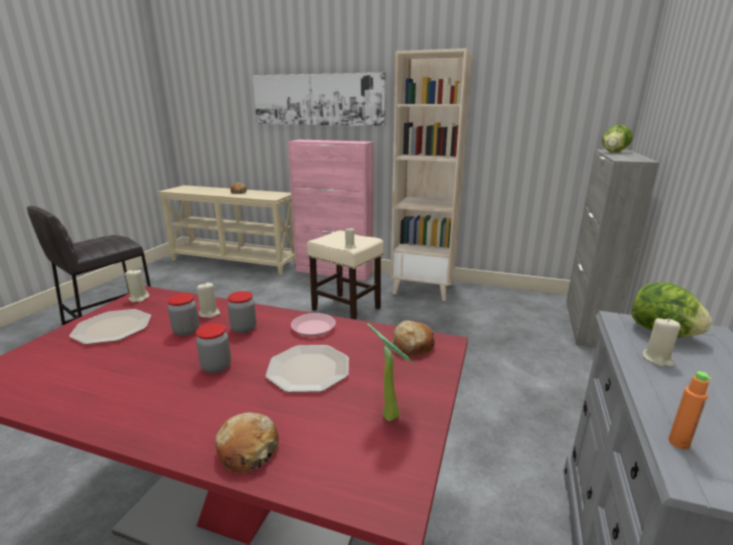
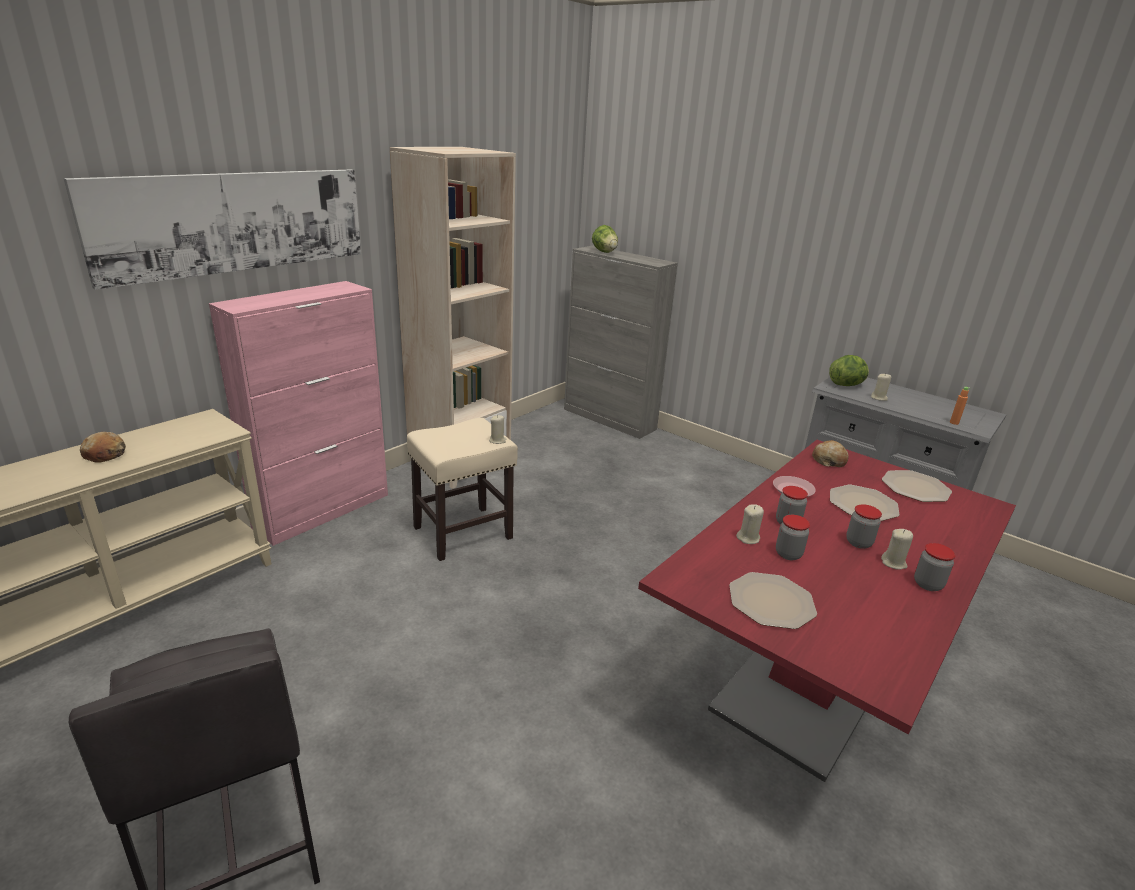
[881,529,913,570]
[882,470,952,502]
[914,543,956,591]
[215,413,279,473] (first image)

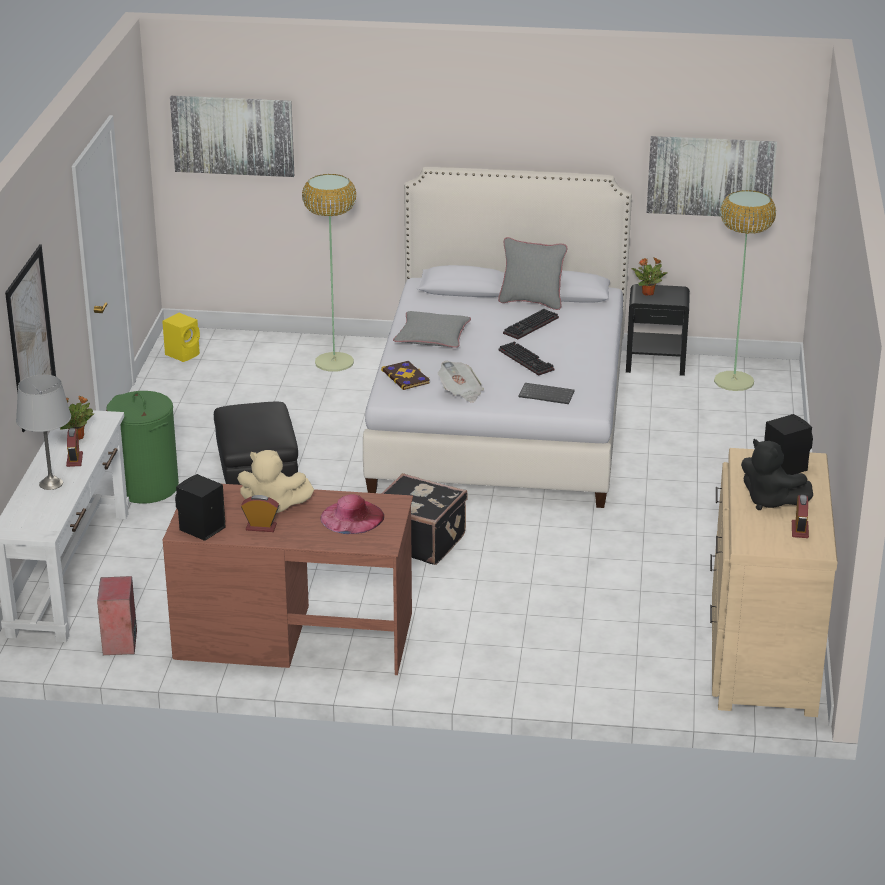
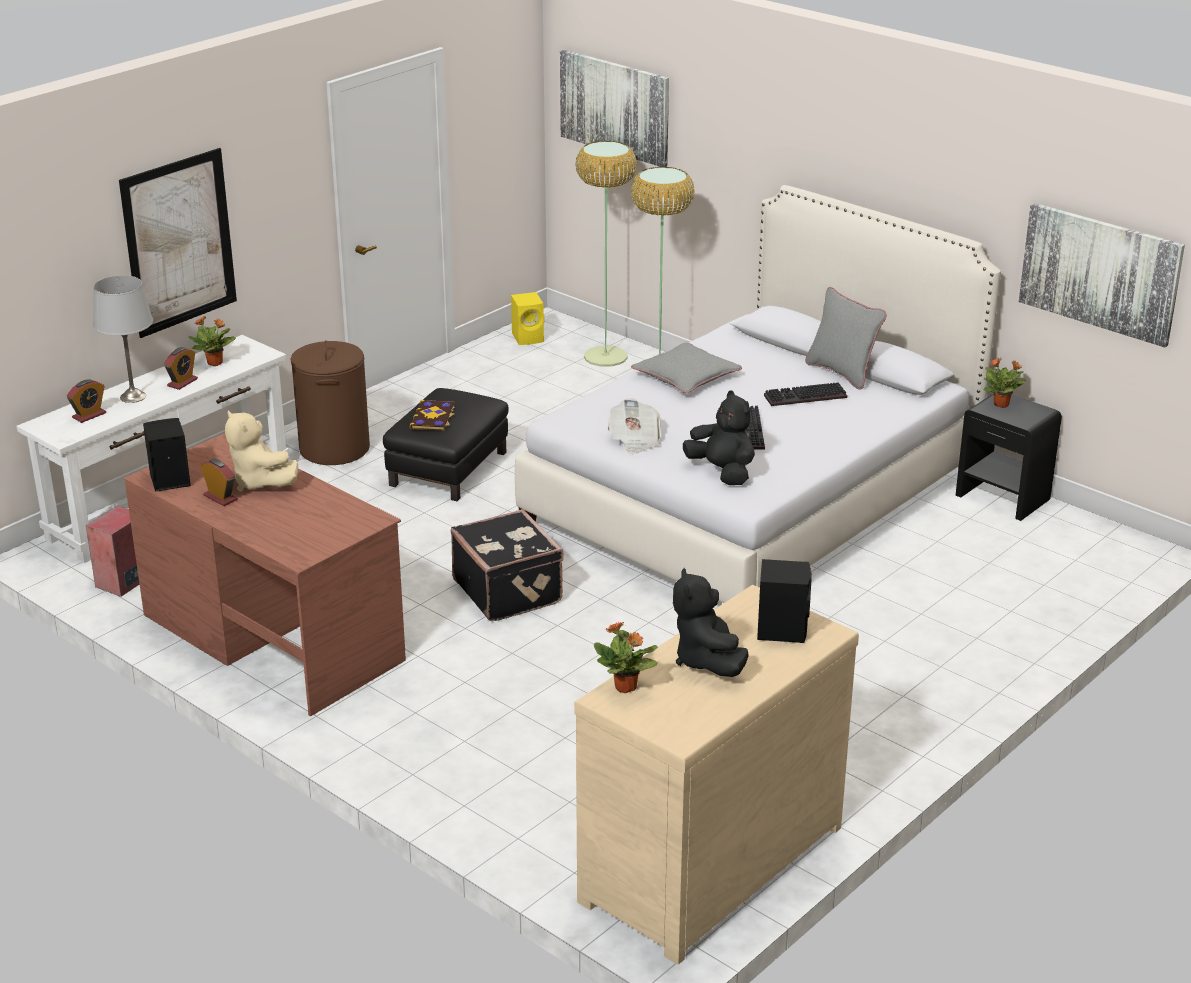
[67,379,106,423]
[290,340,370,465]
[410,400,455,431]
[575,141,637,367]
[594,622,658,693]
[683,390,755,485]
[320,494,384,534] (first image)

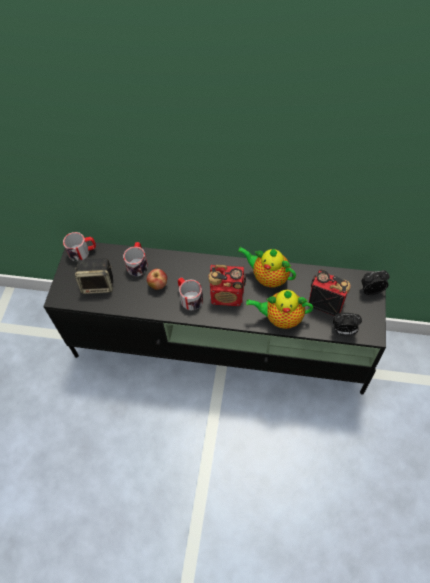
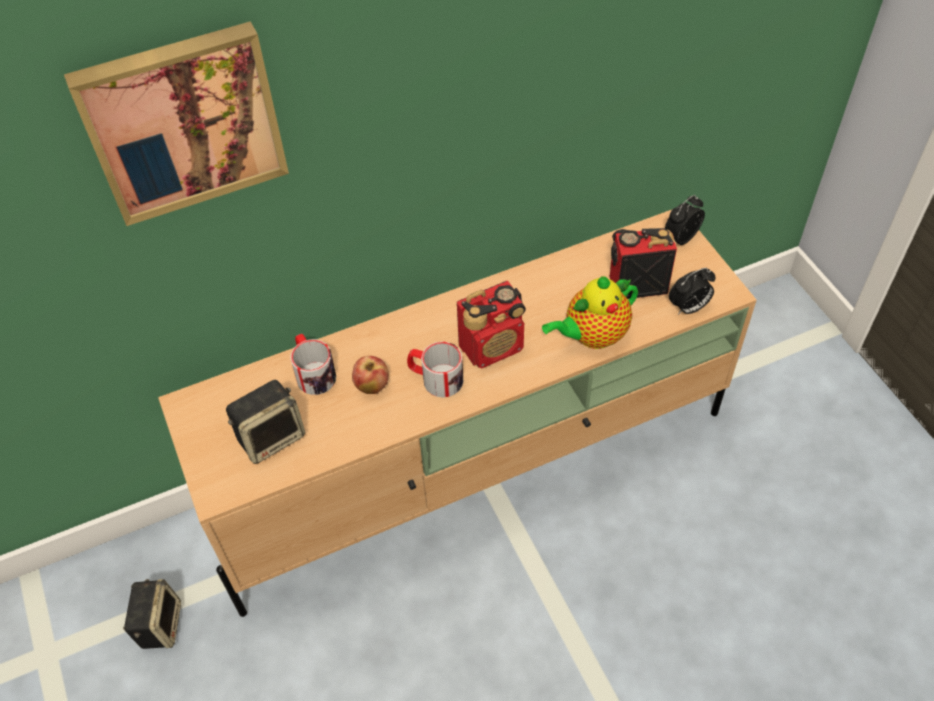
[64,21,289,226]
[123,579,181,649]
[158,210,757,617]
[63,232,96,261] (first image)
[238,247,296,287] (first image)

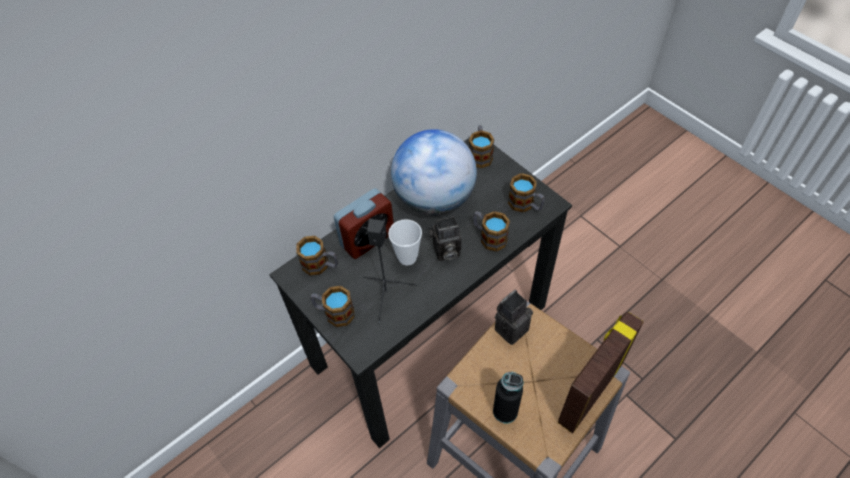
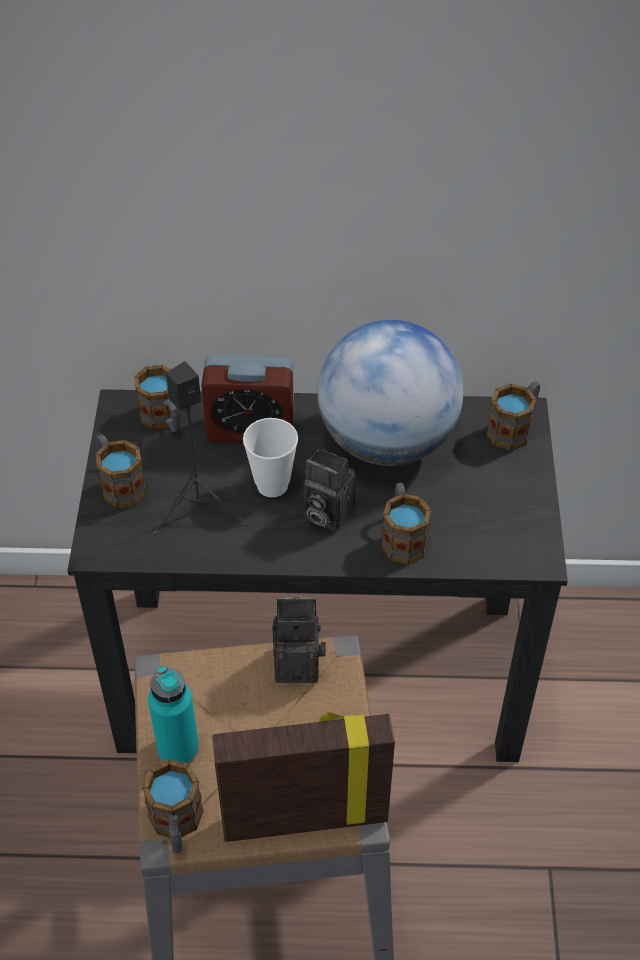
[142,759,204,853]
[148,666,199,764]

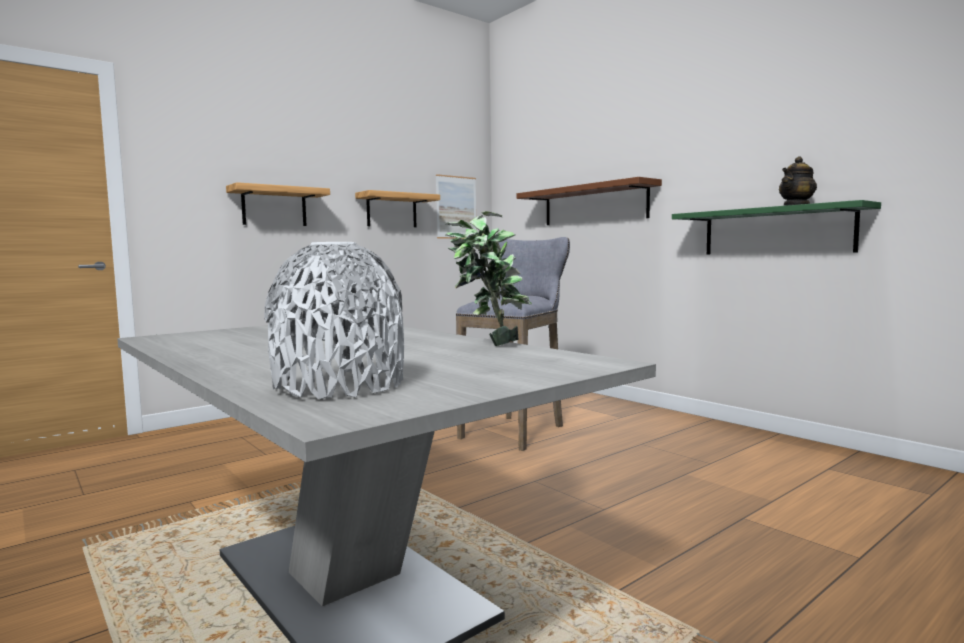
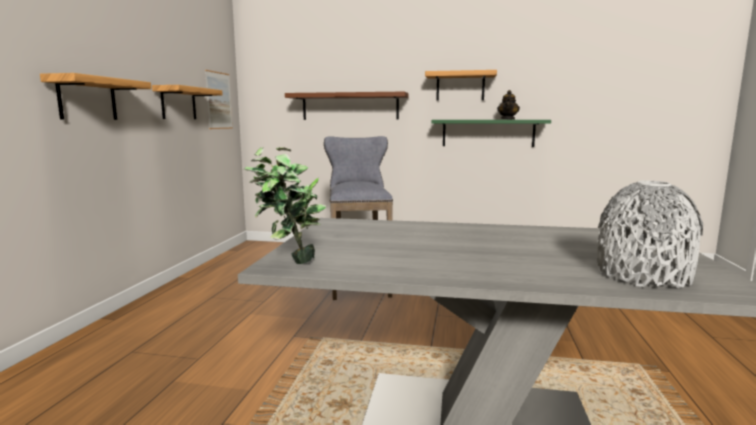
[244,147,326,264]
[425,70,497,101]

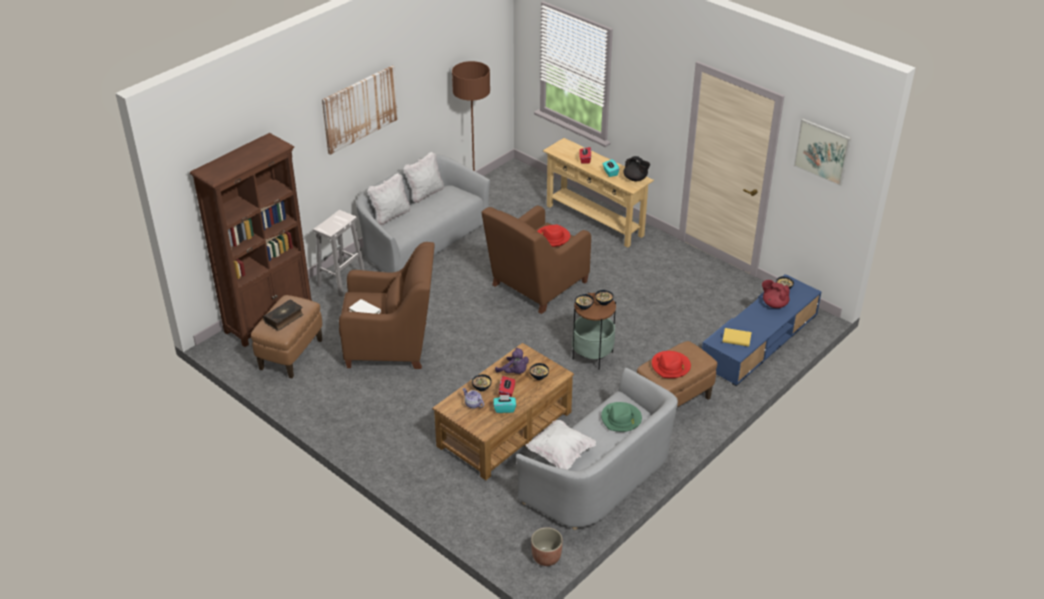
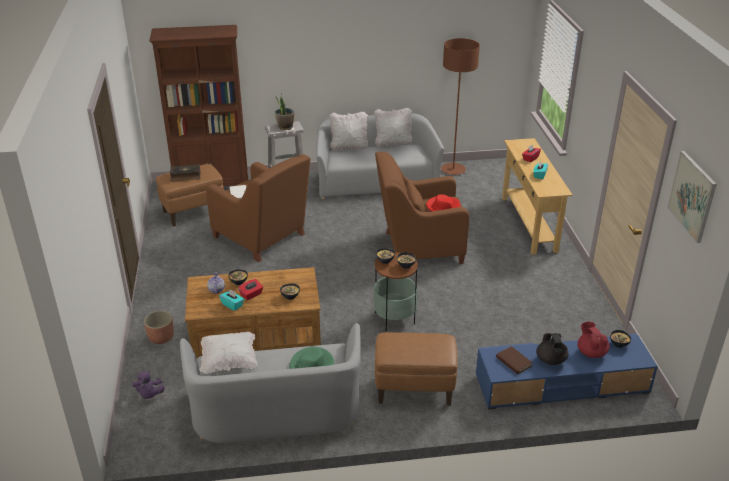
[132,371,165,399]
[144,311,174,344]
[275,93,294,130]
[496,346,533,374]
[536,333,569,365]
[322,66,398,155] (first image)
[652,351,691,378] (first image)

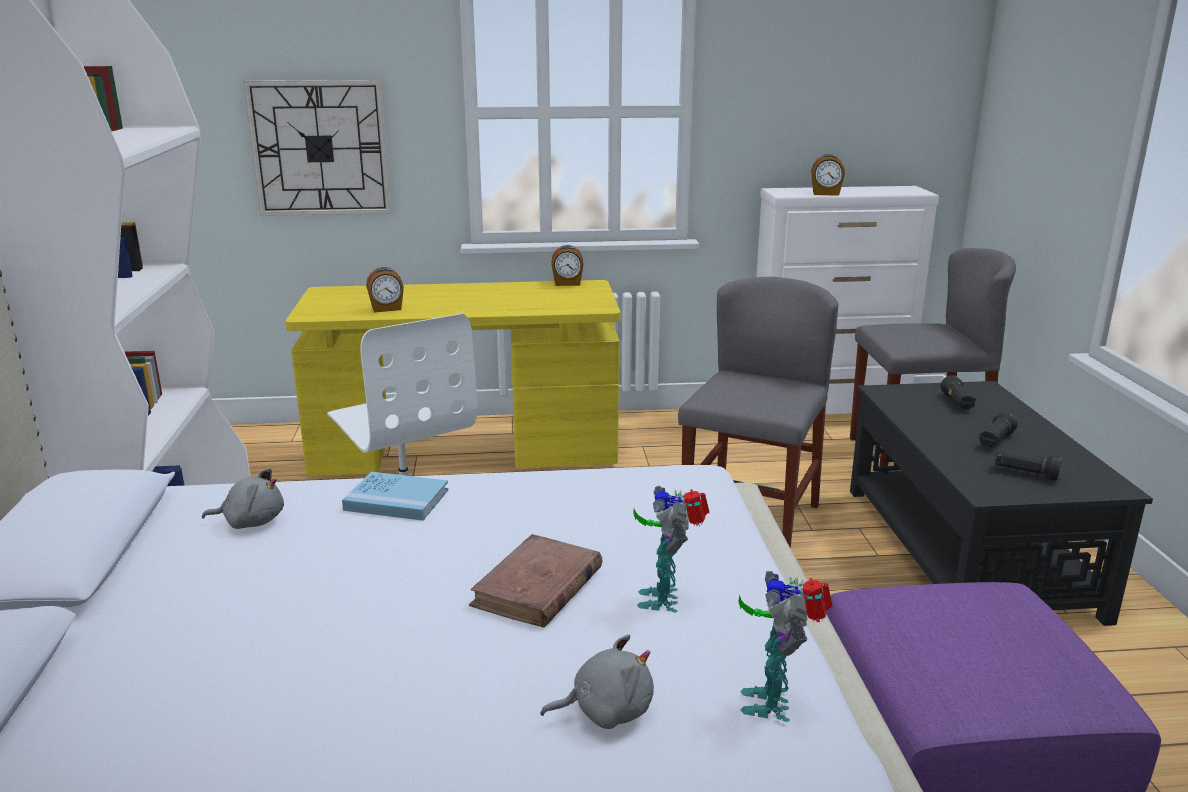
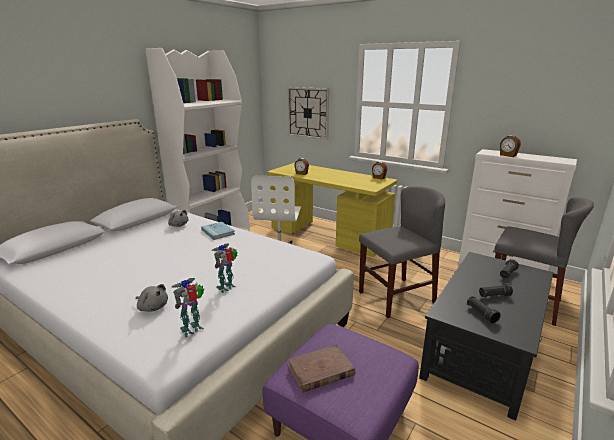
[287,344,355,393]

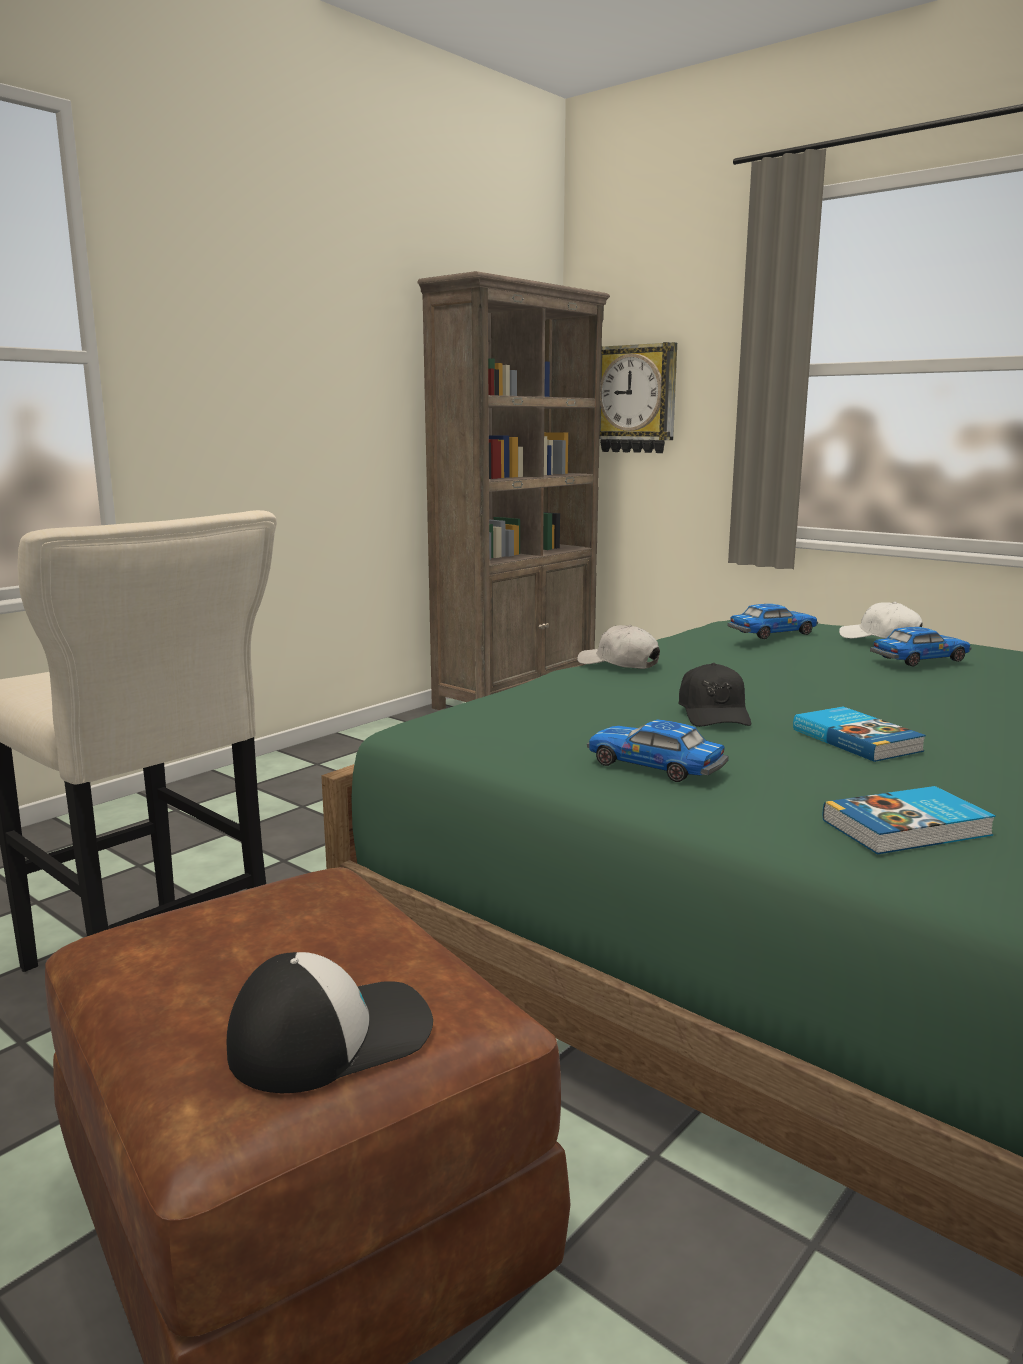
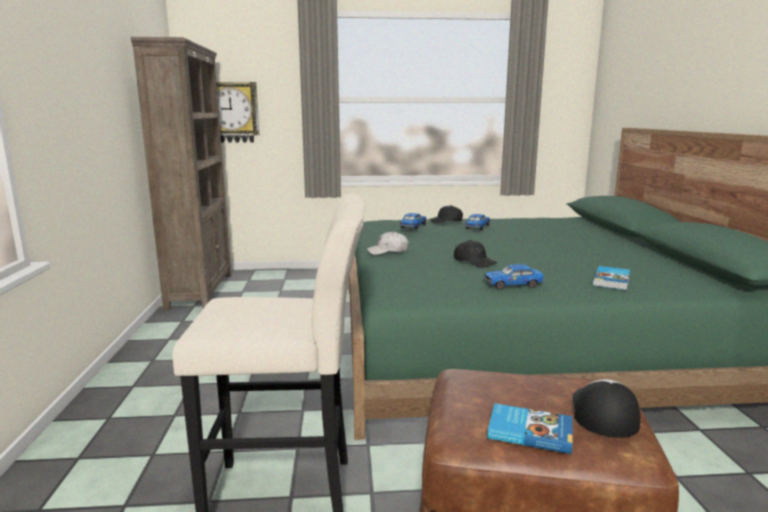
[429,205,463,224]
[488,403,573,454]

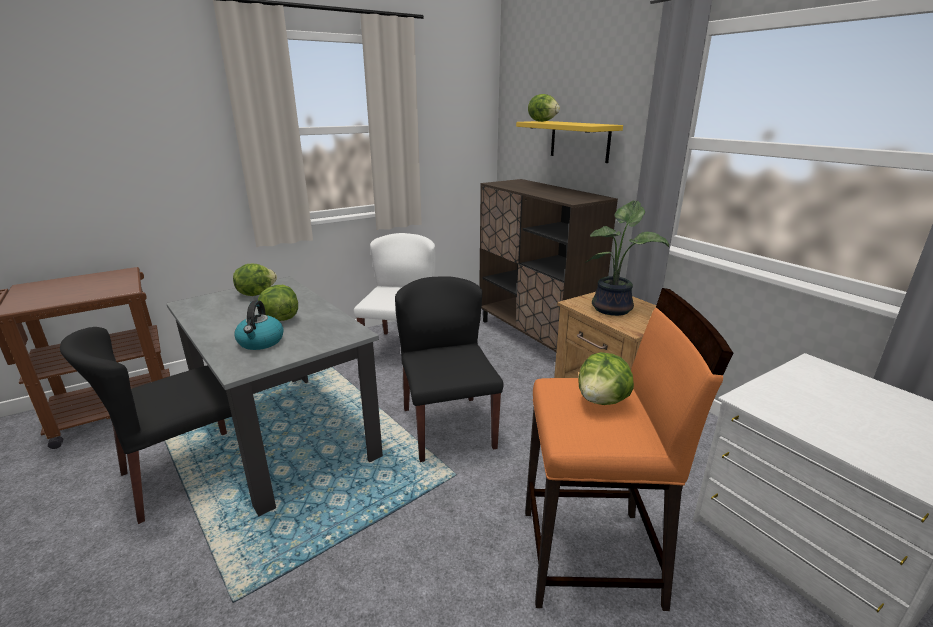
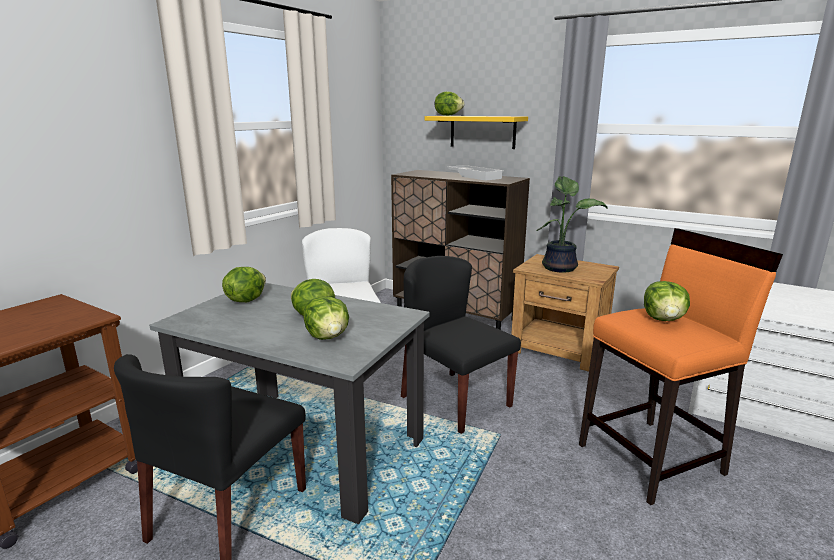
[303,297,349,340]
[448,165,504,181]

